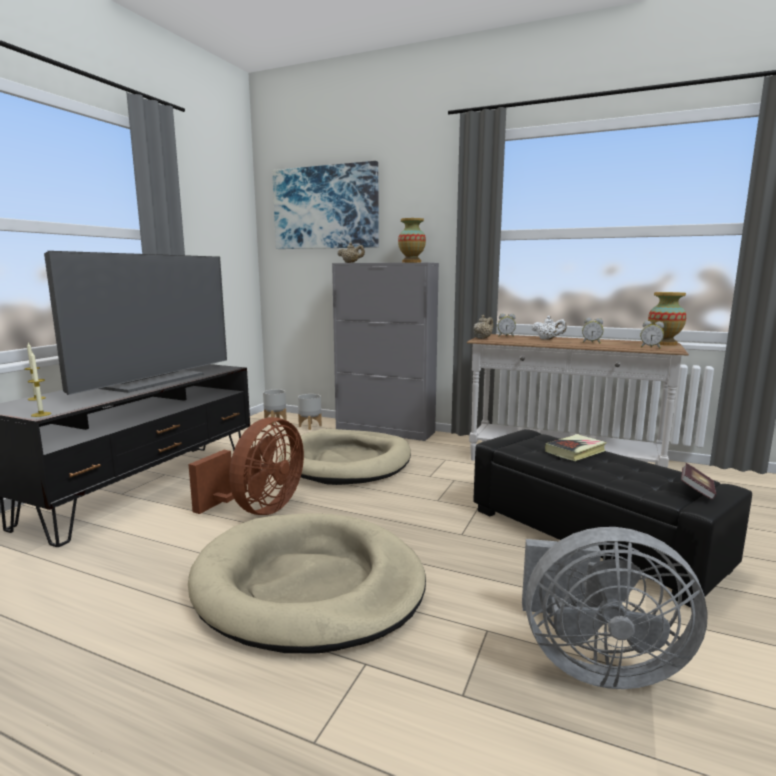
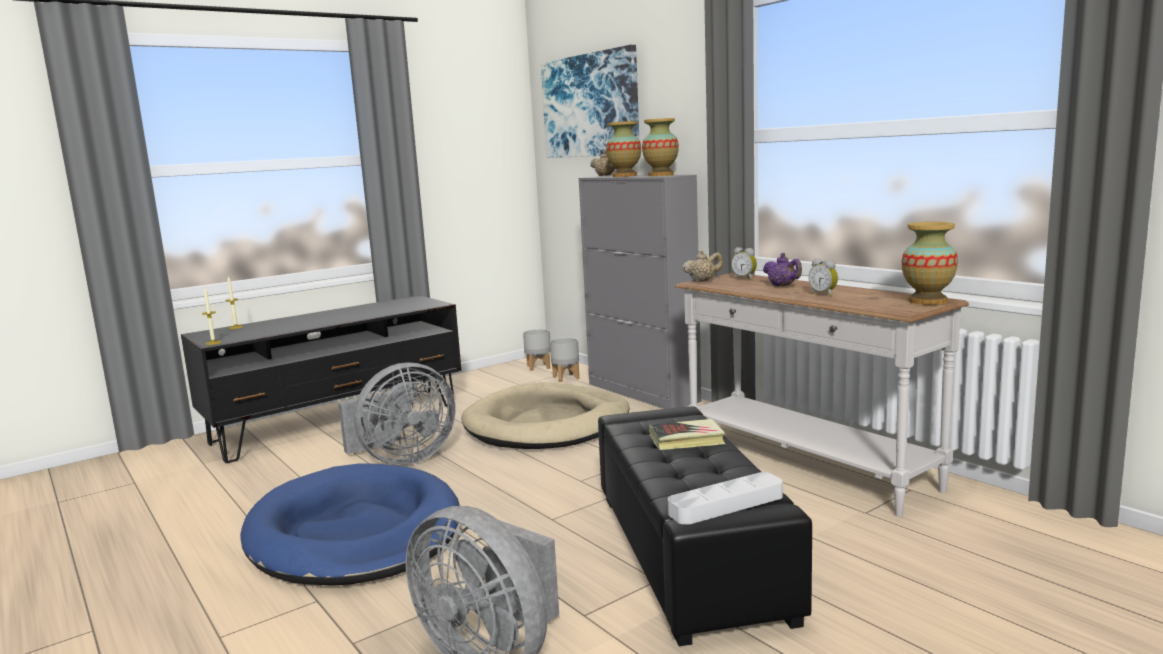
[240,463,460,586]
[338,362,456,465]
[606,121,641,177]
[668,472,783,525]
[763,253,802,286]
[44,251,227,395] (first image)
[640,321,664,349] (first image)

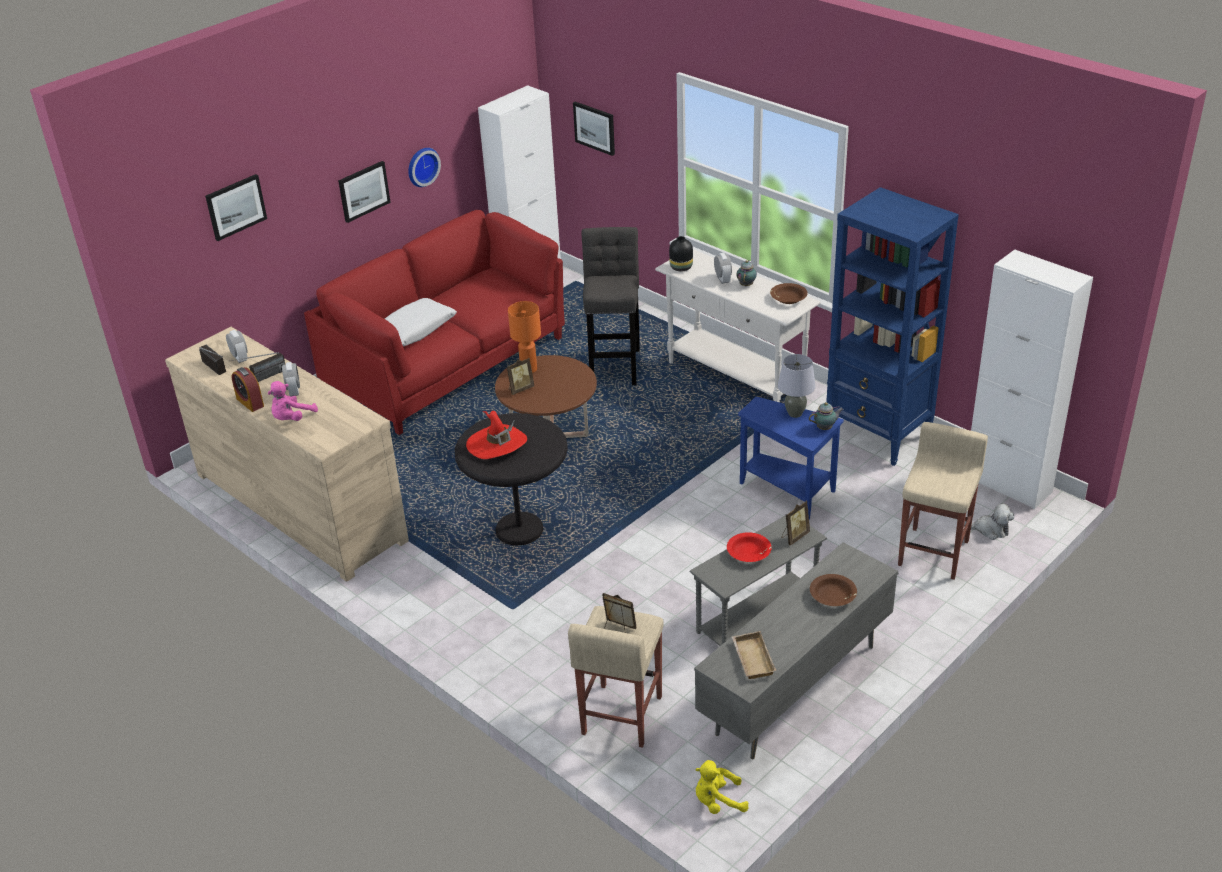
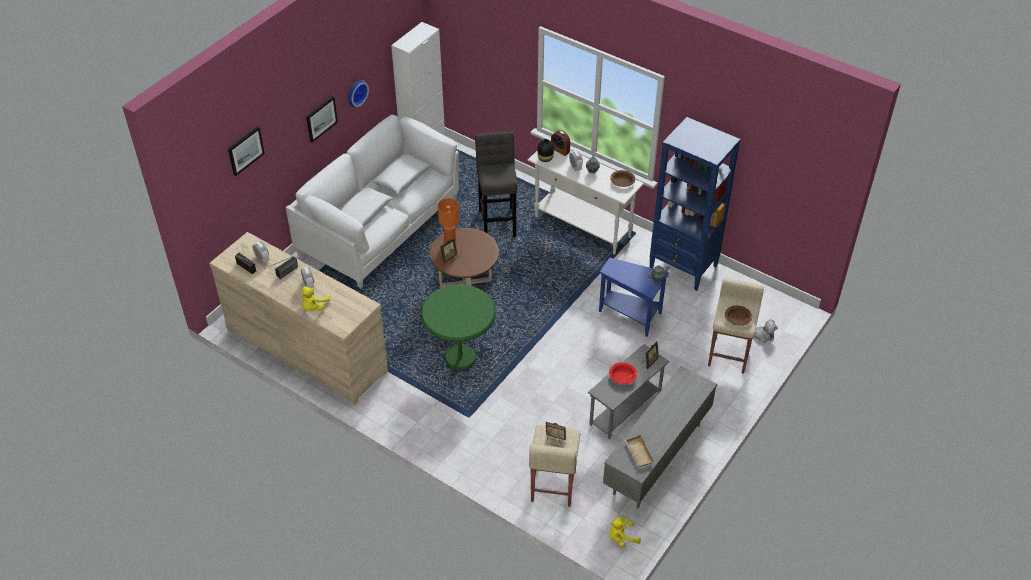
[286,115,459,288]
[302,287,330,311]
[373,154,431,194]
[421,284,495,370]
[551,130,570,156]
[725,306,752,326]
[466,411,527,459] (first image)
[573,102,615,156] (first image)
[778,354,816,418] (first image)
[971,250,1093,509] (first image)

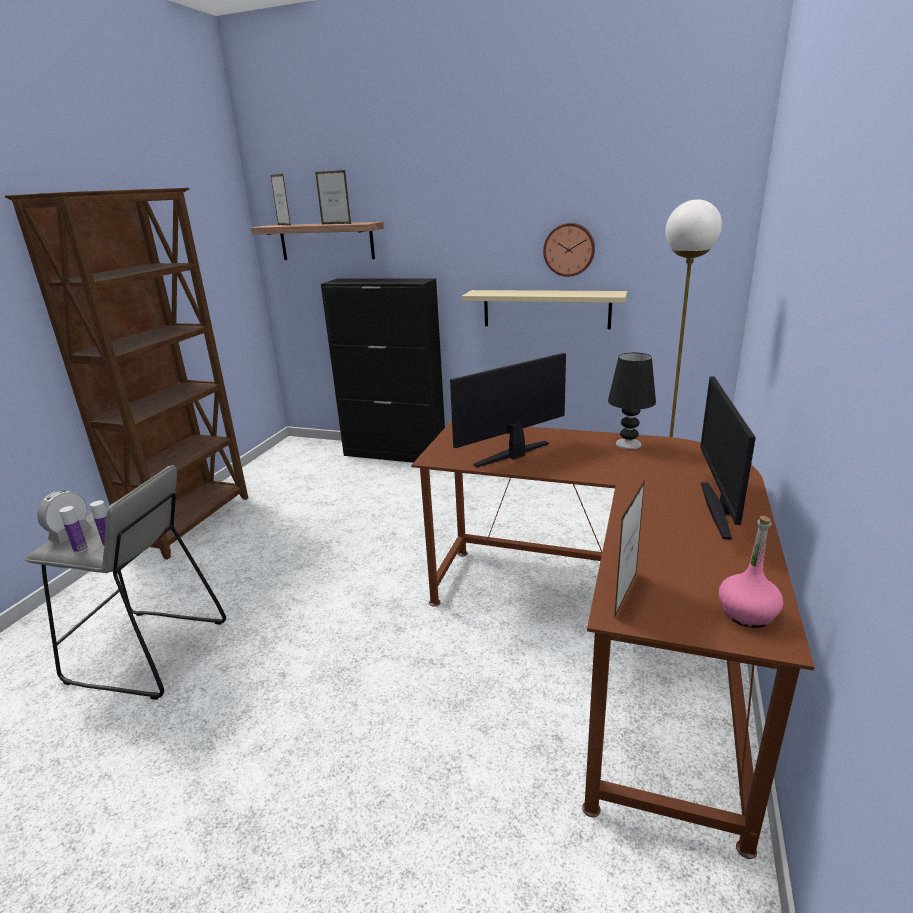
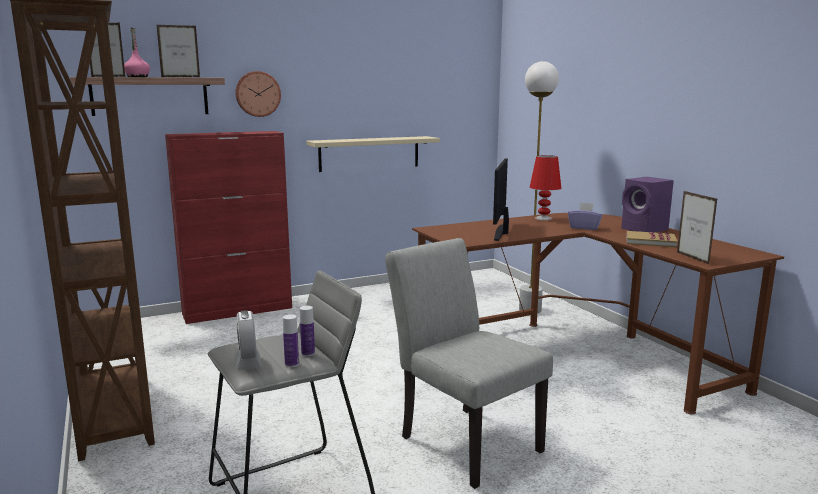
[124,28,150,77]
[165,131,292,324]
[235,71,281,117]
[385,238,553,489]
[530,155,562,221]
[568,202,603,230]
[621,177,674,232]
[626,231,678,248]

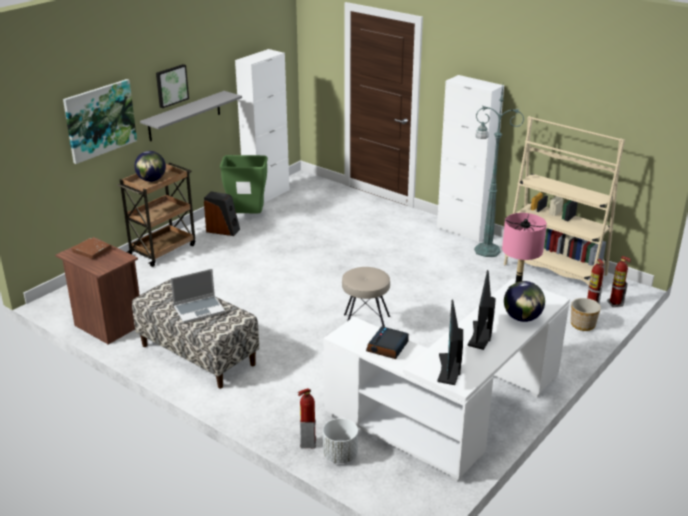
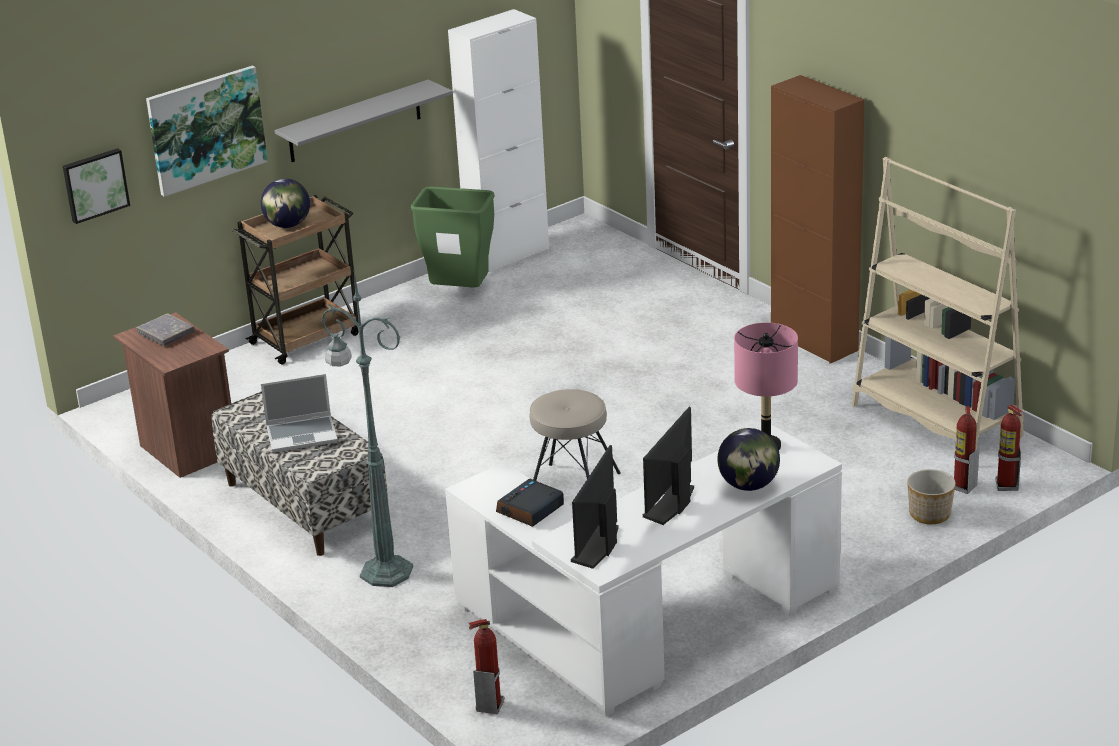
[63,148,130,224]
[136,313,195,346]
[321,264,413,587]
[469,619,504,714]
[771,75,865,364]
[204,191,240,236] (first image)
[323,418,358,463] (first image)

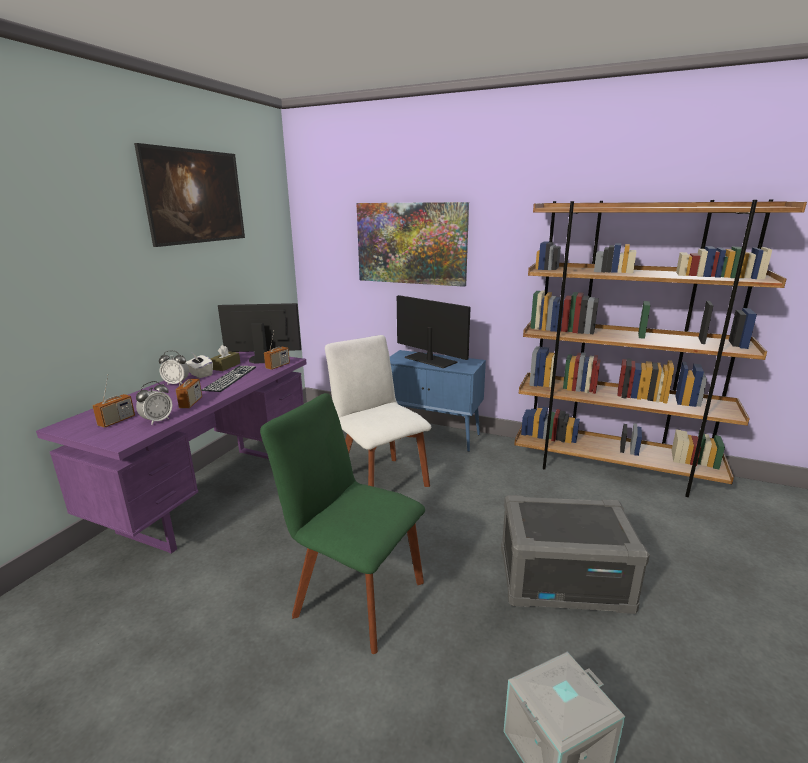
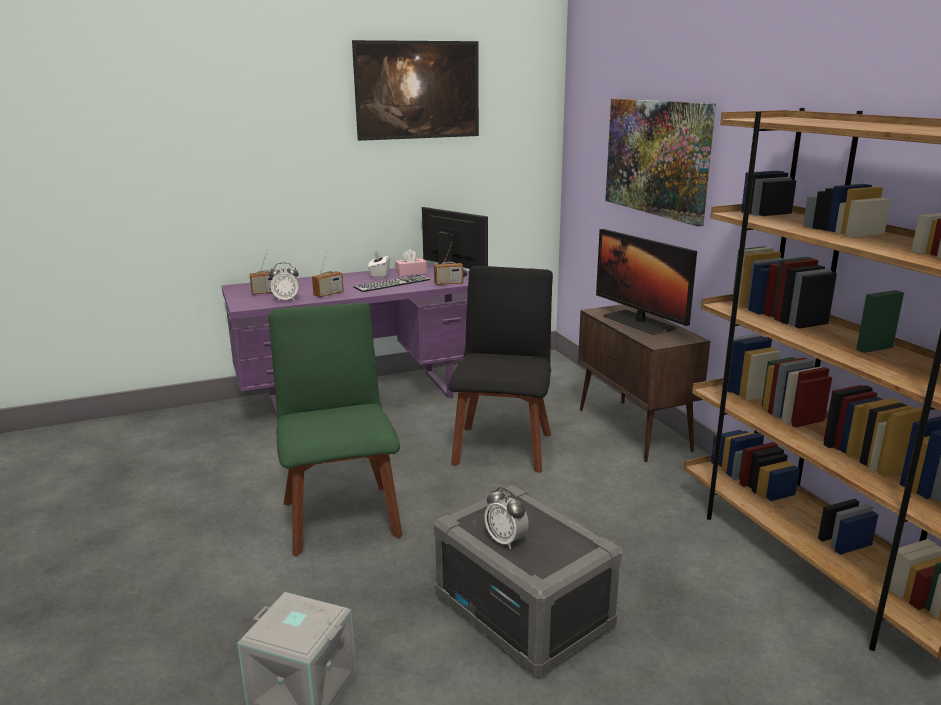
[395,249,427,276]
[448,266,553,473]
[484,487,529,549]
[578,304,710,462]
[596,229,697,335]

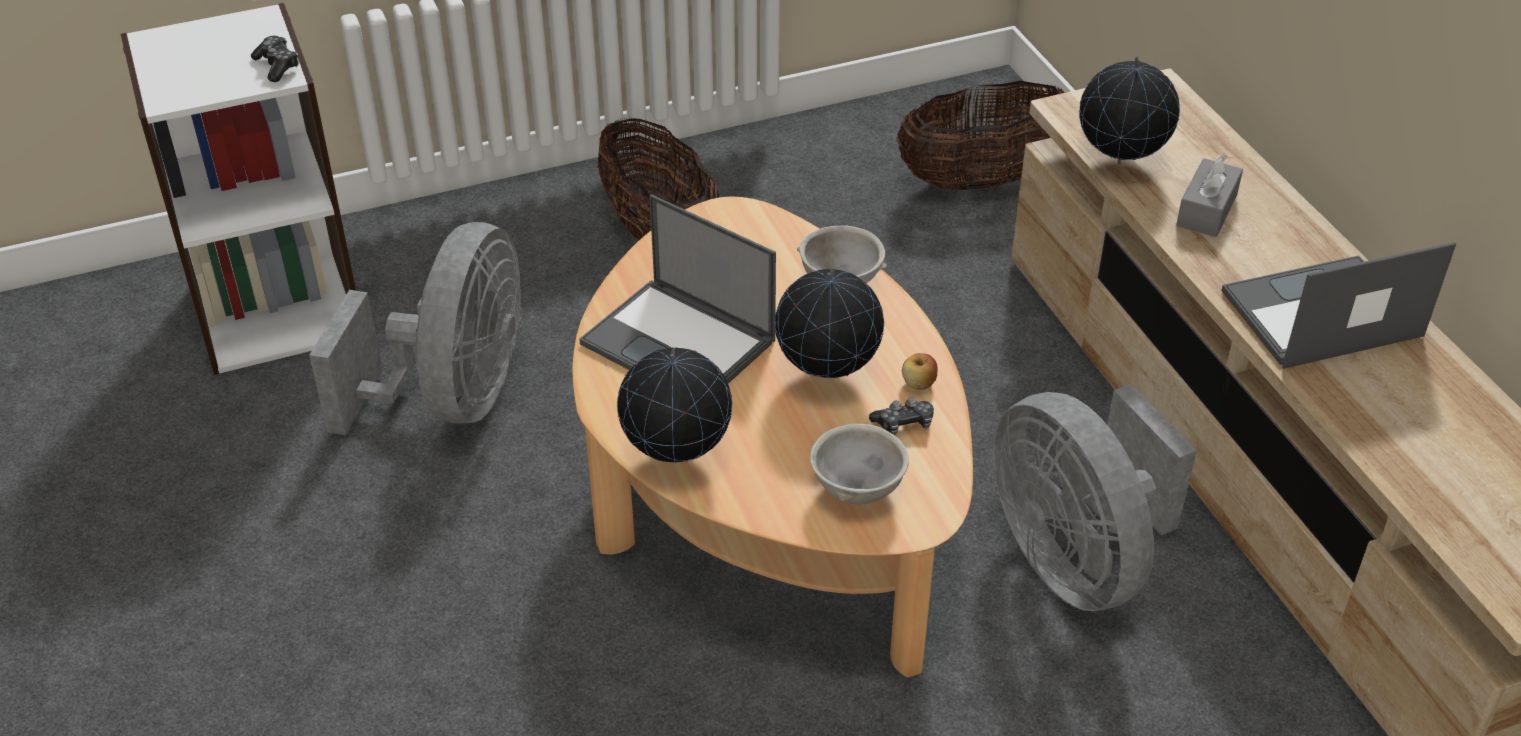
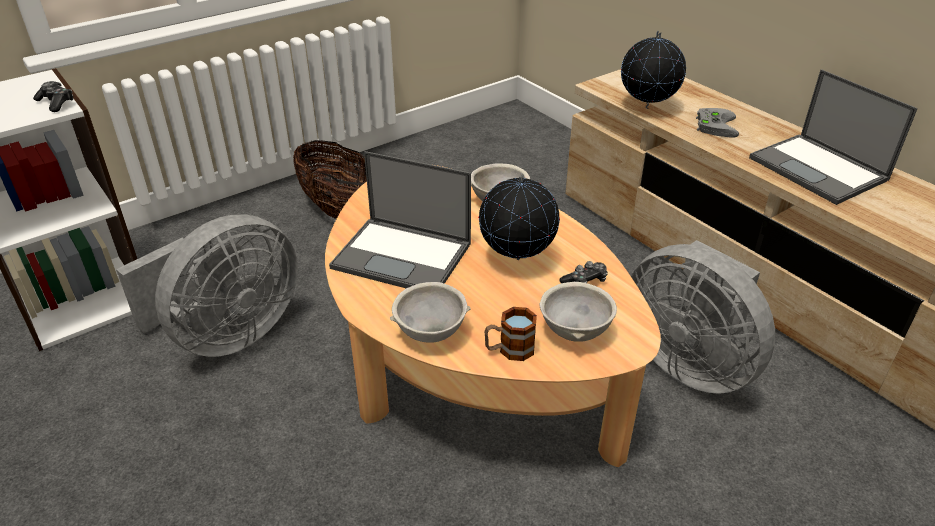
[116,215,298,357]
[390,282,471,343]
[484,307,537,361]
[696,108,739,137]
[749,69,918,205]
[896,81,1066,190] (first image)
[902,353,938,390] (first image)

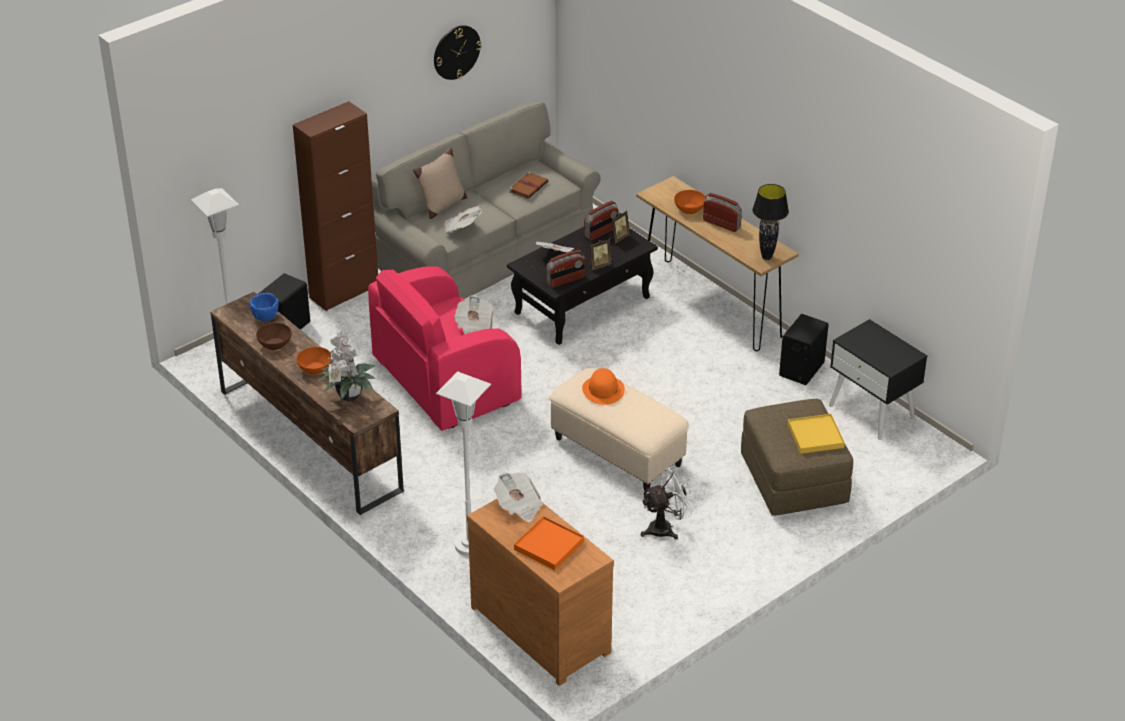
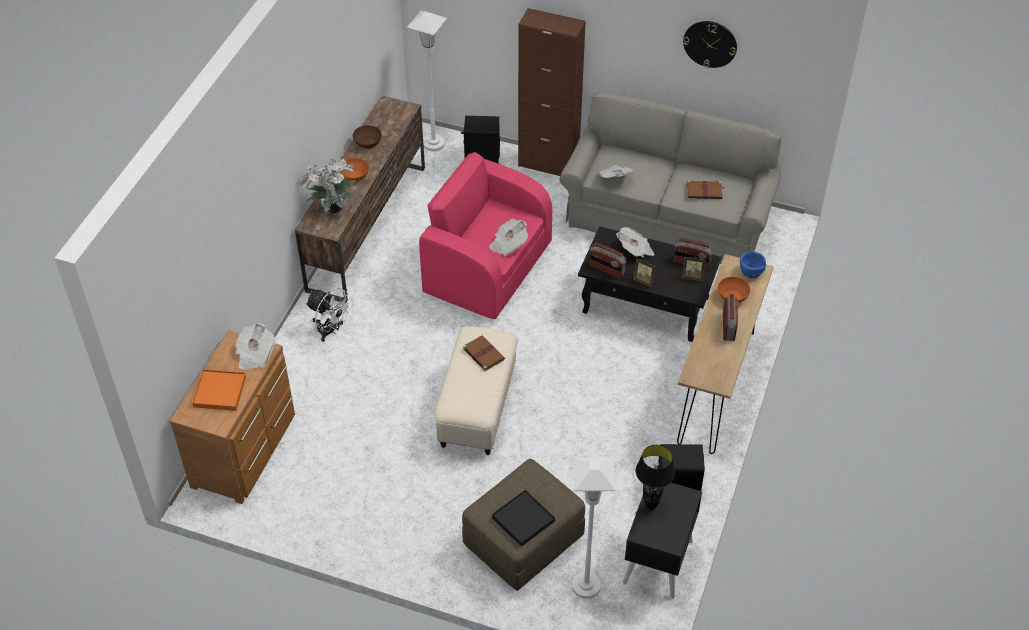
[306,288,353,342]
[463,335,505,371]
[492,490,555,547]
[572,458,615,599]
[636,445,675,511]
[740,251,766,278]
[413,148,467,219] (first image)

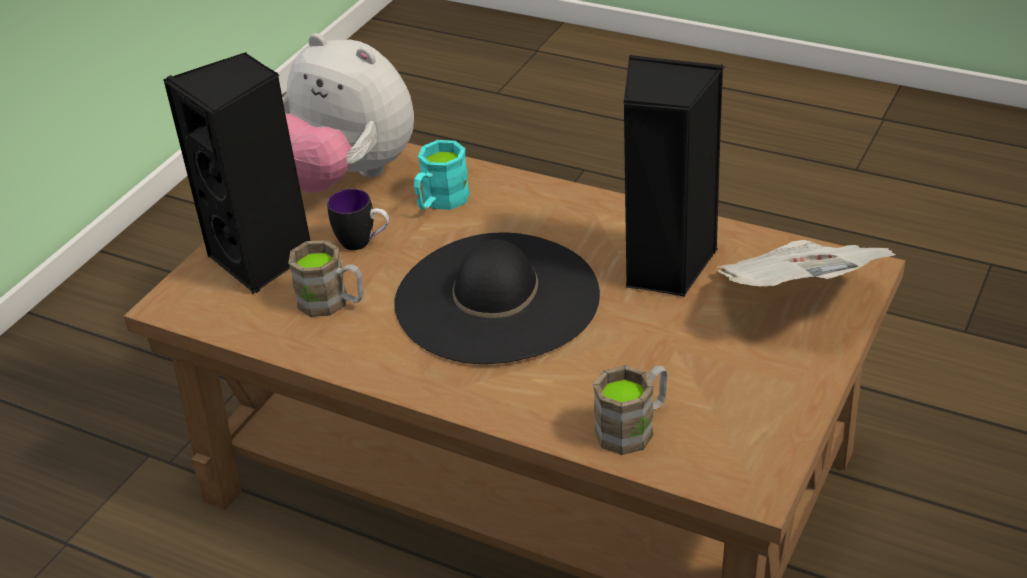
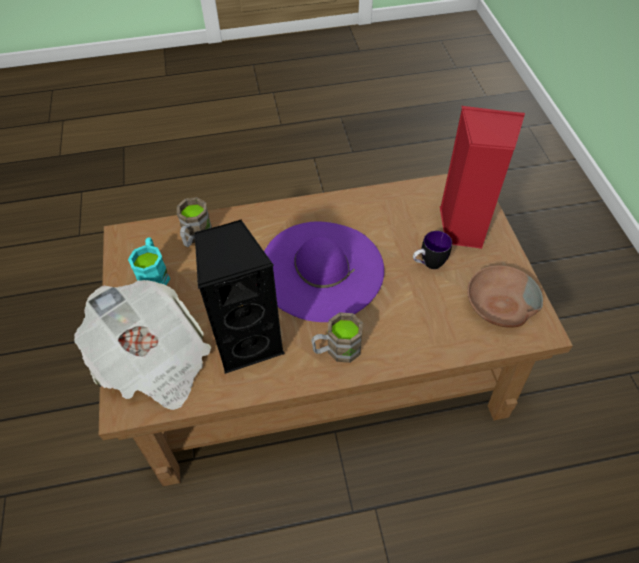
[128,237,170,286]
[264,221,384,322]
[311,312,363,363]
[440,105,525,249]
[467,265,543,328]

